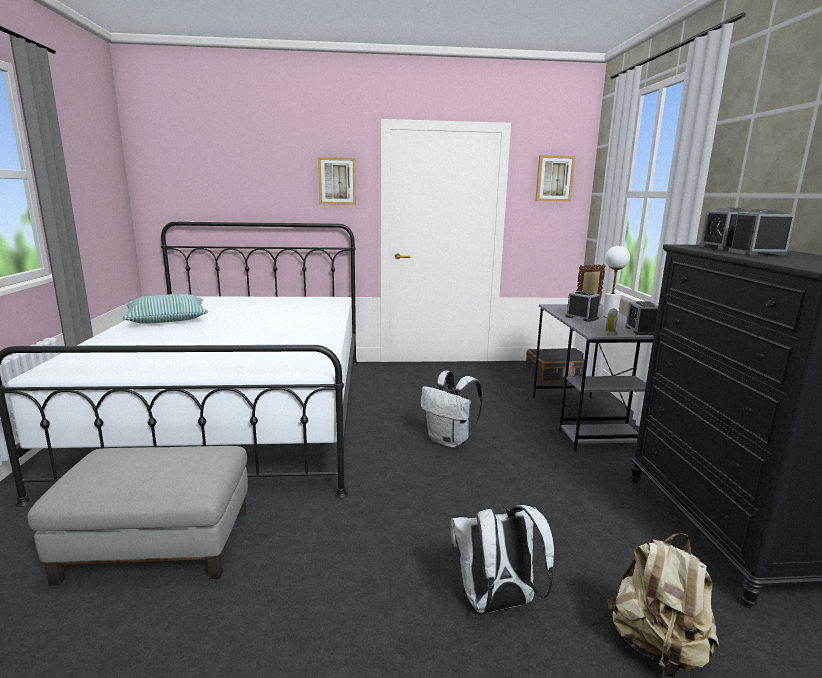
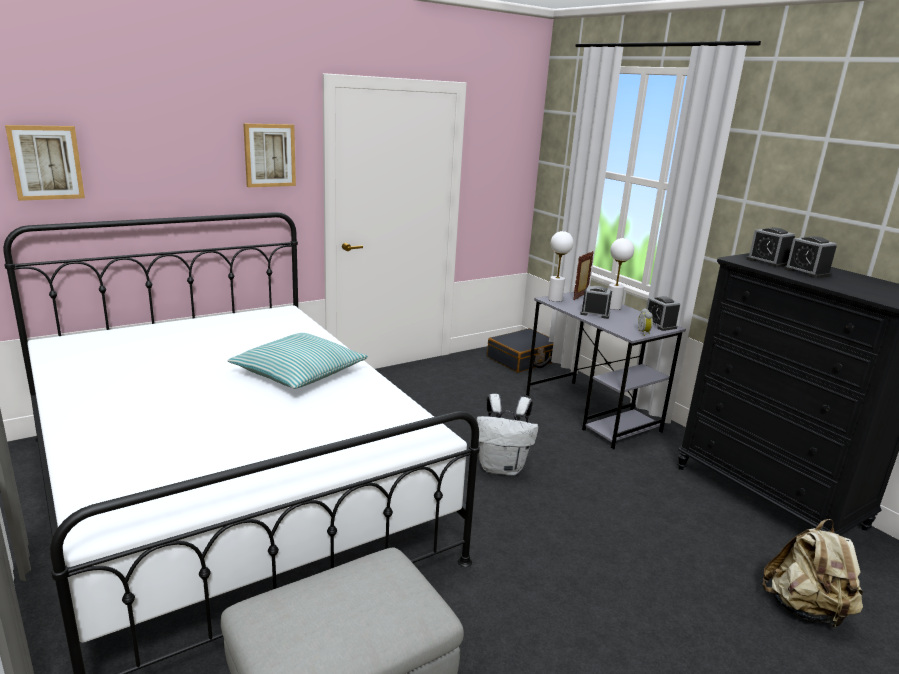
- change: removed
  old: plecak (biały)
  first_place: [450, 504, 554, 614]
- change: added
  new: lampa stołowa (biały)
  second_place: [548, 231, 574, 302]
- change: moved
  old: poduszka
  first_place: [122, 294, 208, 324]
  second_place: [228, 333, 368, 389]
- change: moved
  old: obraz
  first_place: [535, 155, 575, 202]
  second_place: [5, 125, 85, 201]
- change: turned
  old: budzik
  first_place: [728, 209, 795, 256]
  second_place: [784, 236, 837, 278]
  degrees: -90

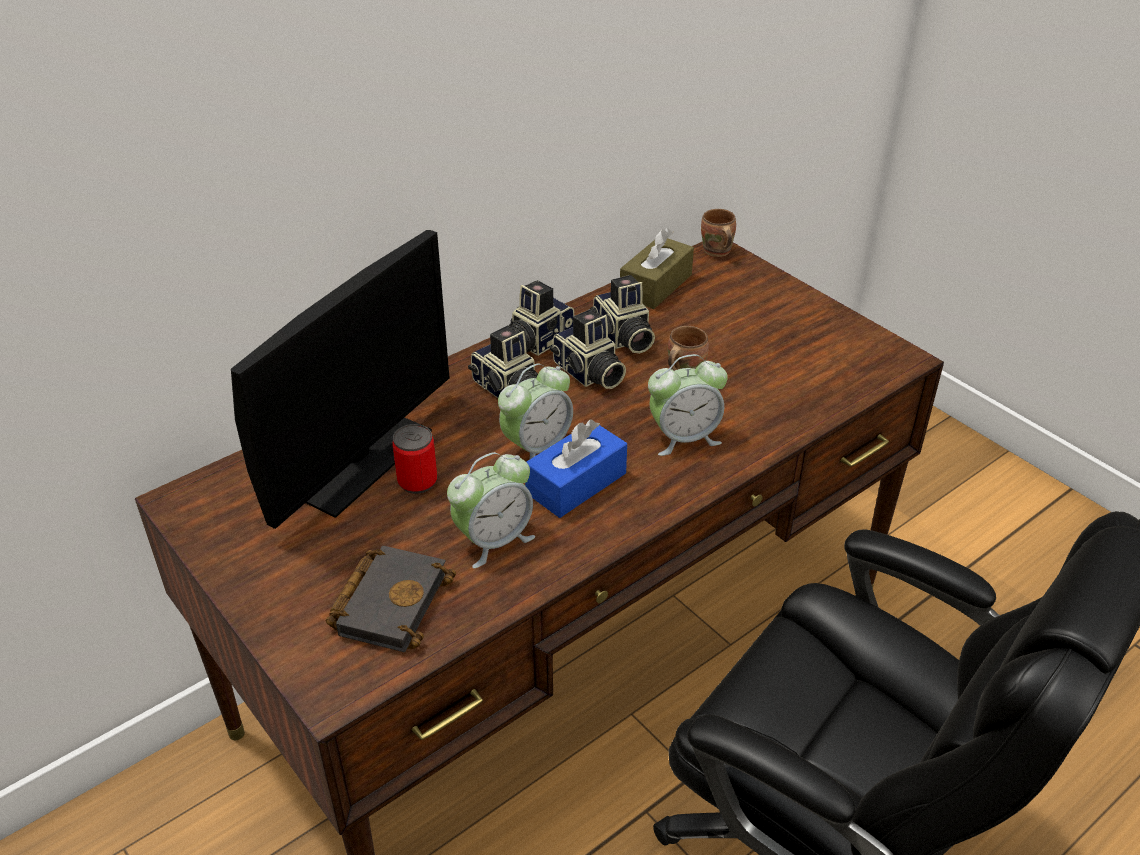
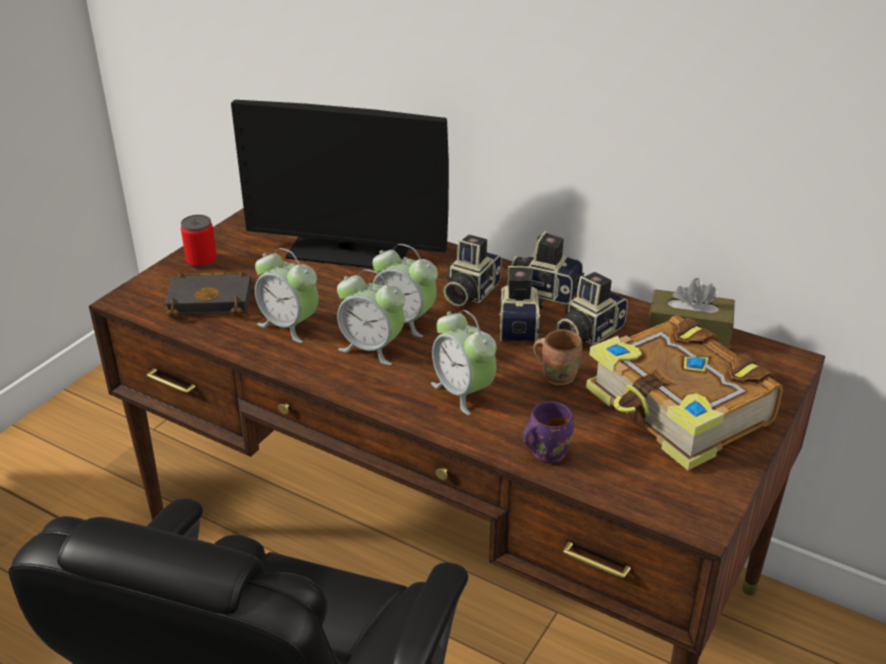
- change: removed
  old: kubek (brązowy)
  first_place: [701, 209, 736, 257]
- change: added
  new: kubek (fioletowy)
  second_place: [523, 401, 574, 463]
- change: added
  new: książka
  second_place: [586, 315, 783, 470]
- change: moved
  old: puszka
  first_place: [392, 424, 437, 494]
  second_place: [181, 215, 217, 269]
- change: replaced
  old: pudełko chusteczek (niebieski)
  new: budzik
  first_place: [525, 419, 627, 518]
  second_place: [337, 269, 405, 365]
- change: turned
  old: aparat fotograficzny
  first_place: [550, 309, 626, 389]
  second_place: [499, 265, 543, 342]
  degrees: 150

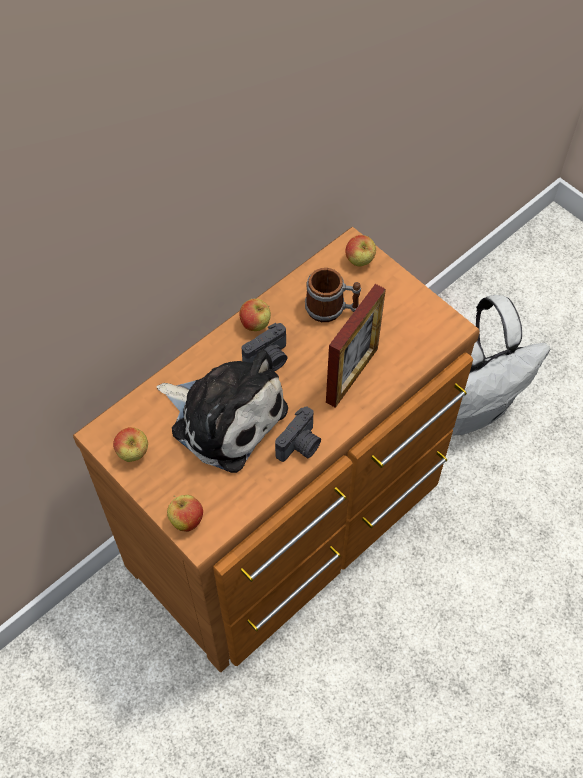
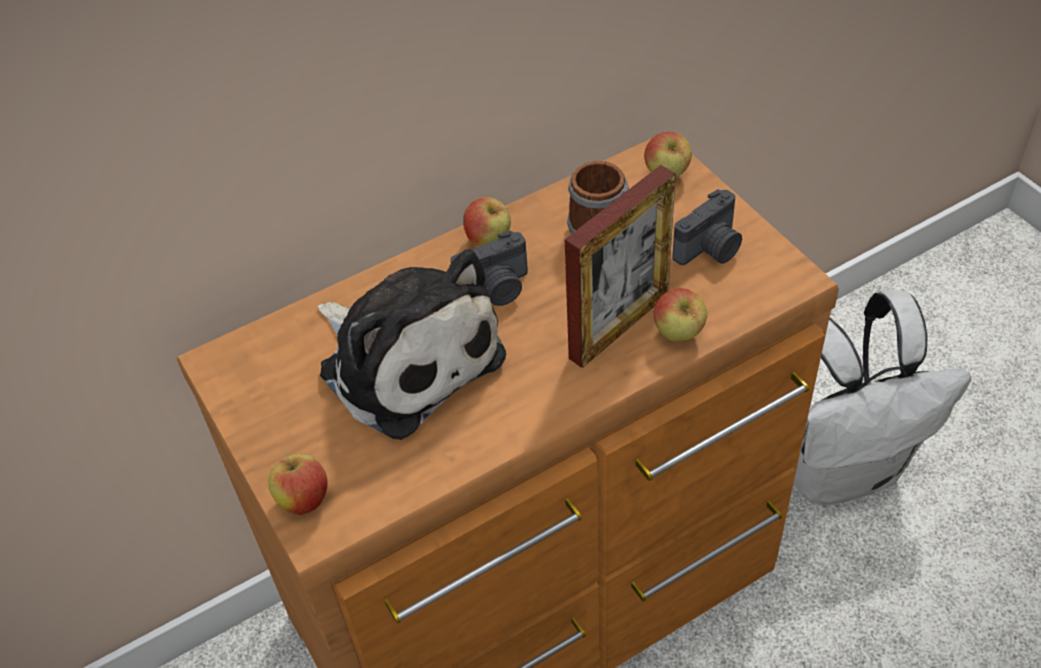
- change: moved
  old: jabłko
  first_place: [113, 427, 148, 462]
  second_place: [653, 288, 707, 341]
- change: moved
  old: aparat fotograficzny
  first_place: [275, 406, 321, 462]
  second_place: [672, 189, 742, 265]

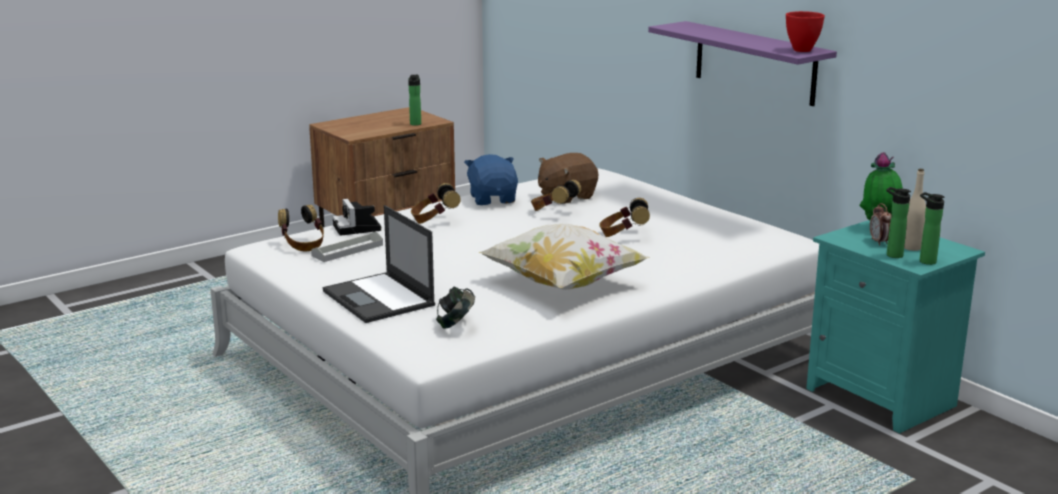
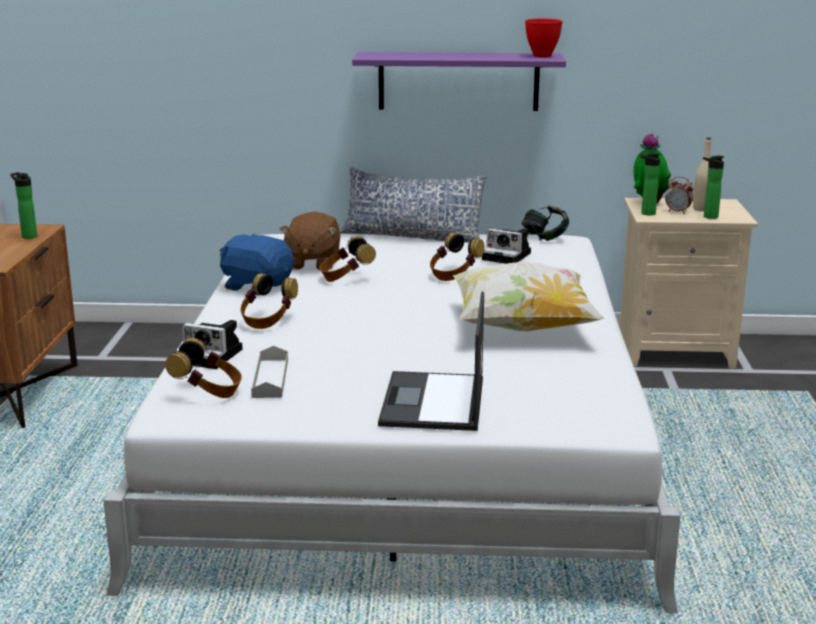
- change: added
  new: poduszka
  second_place: [340, 167, 487, 242]
- change: added
  new: aparat fotograficzny
  second_place: [482, 228, 531, 264]
- change: moved
  old: słuchawki
  first_place: [436, 287, 475, 329]
  second_place: [521, 206, 569, 241]
- change: moved
  old: butelka
  first_place: [920, 192, 945, 265]
  second_place: [640, 153, 661, 216]
- change: recoloured
  old: szafka nocna (turkusowy)
  new: szafka nocna (beżowy)
  first_place: [806, 220, 985, 433]
  second_place: [620, 198, 758, 368]
- change: turned
  old: laptop
  first_place: [323, 205, 435, 323]
  second_place: [378, 292, 484, 431]
  degrees: 90

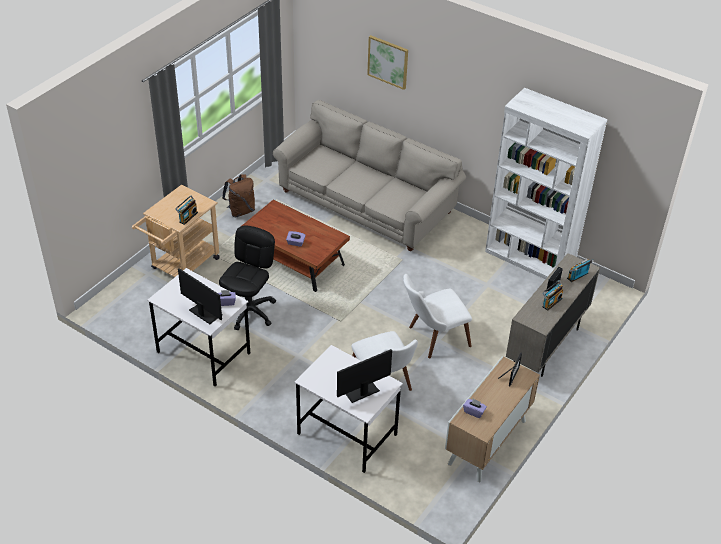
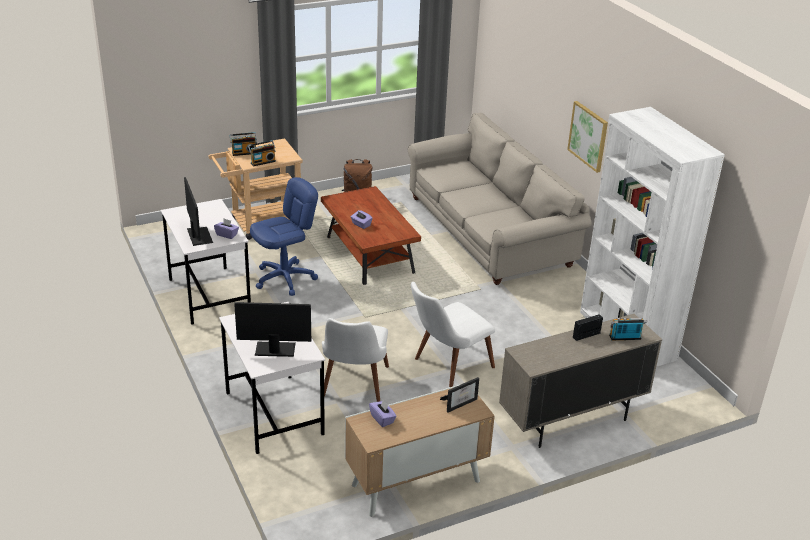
- change: moved
  old: obraz
  first_place: [367, 35, 408, 90]
  second_place: [567, 101, 608, 173]
- change: moved
  old: radio
  first_place: [542, 280, 563, 310]
  second_place: [230, 132, 257, 156]
- change: recoloured
  old: krzesło biurowe (czarny)
  new: krzesło biurowe (niebieski)
  first_place: [219, 225, 276, 330]
  second_place: [250, 177, 318, 296]
- change: turned
  old: krzesło (biały)
  first_place: [403, 274, 472, 358]
  second_place: [411, 282, 495, 387]
  degrees: -45

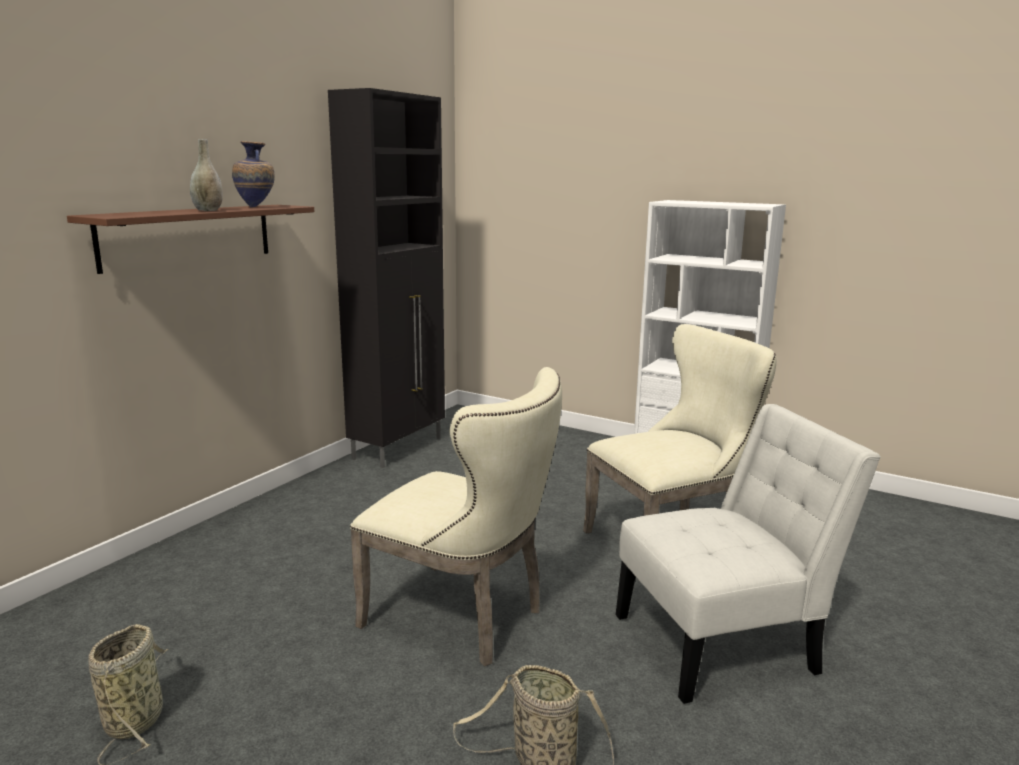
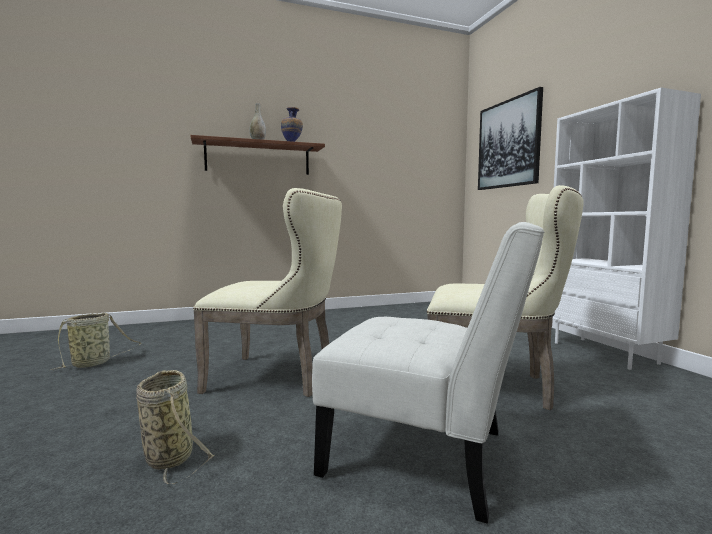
- change: removed
  old: szafka (czarny)
  first_place: [328, 88, 445, 468]
- change: added
  new: obraz
  second_place: [478, 87, 543, 190]
- change: turned
  old: krzesło (beżowy)
  first_place: [350, 367, 562, 666]
  second_place: [193, 188, 342, 397]
  degrees: -60

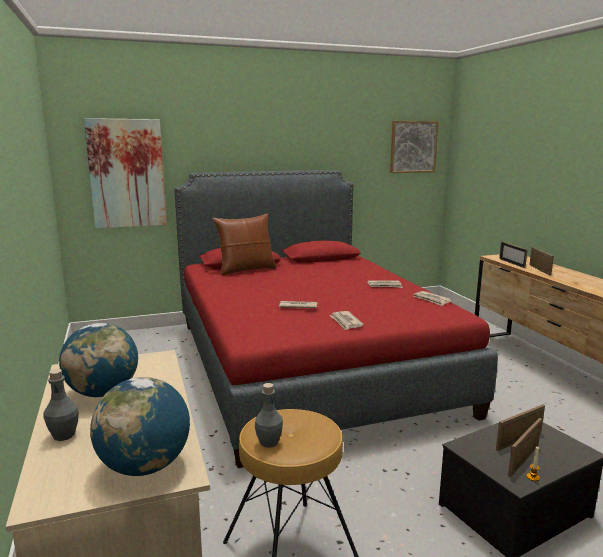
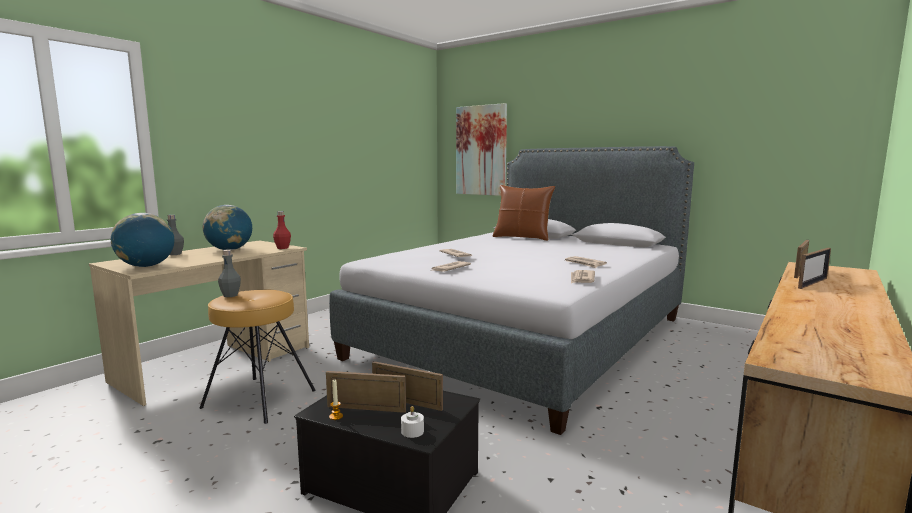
- change: removed
  old: obraz
  first_place: [390, 121, 439, 173]
- change: added
  new: butelka (czerwony)
  second_place: [273, 211, 291, 249]
- change: added
  new: świeca (biały)
  second_place: [401, 406, 424, 438]
- change: recoloured
  old: łóżko (czerwony)
  new: łóżko (szary)
  first_place: [174, 170, 498, 468]
  second_place: [329, 146, 694, 435]

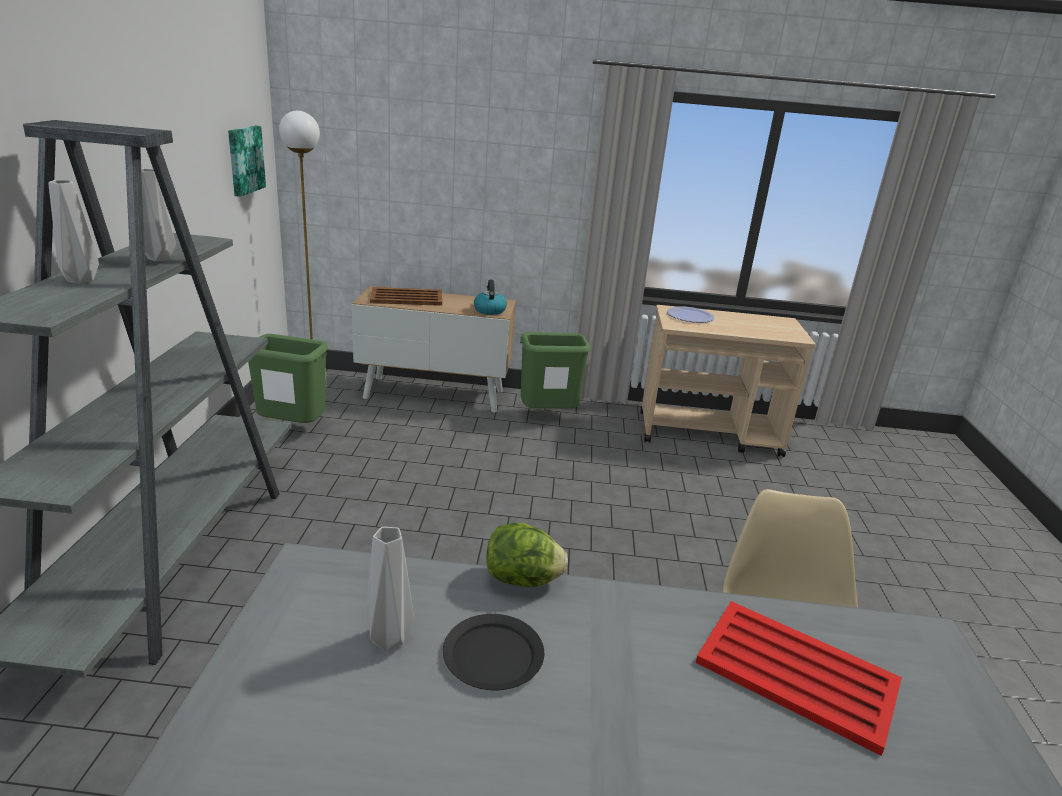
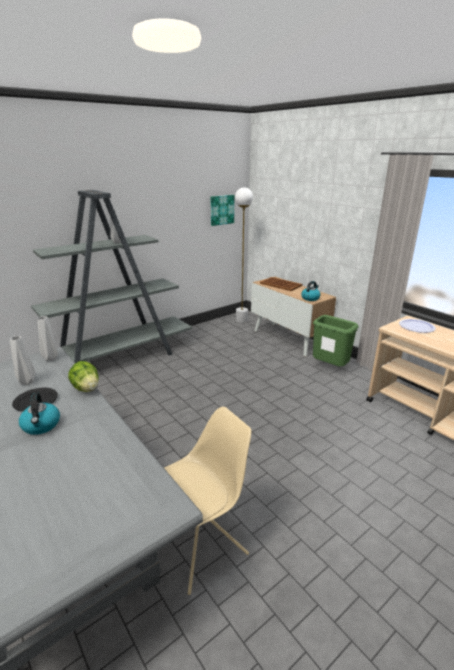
- change: removed
  old: kosz na śmieci (zielony)
  first_place: [248, 334, 328, 423]
- change: removed
  old: taca (czerwony)
  first_place: [696, 601, 902, 756]
- change: added
  new: czajnik
  second_place: [19, 392, 60, 435]
- change: moved
  old: wazon (szary)
  first_place: [49, 180, 99, 284]
  second_place: [38, 316, 58, 361]

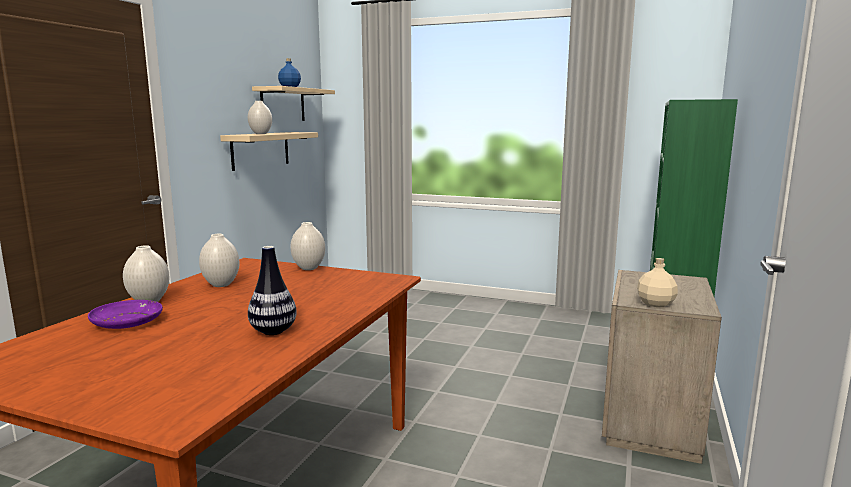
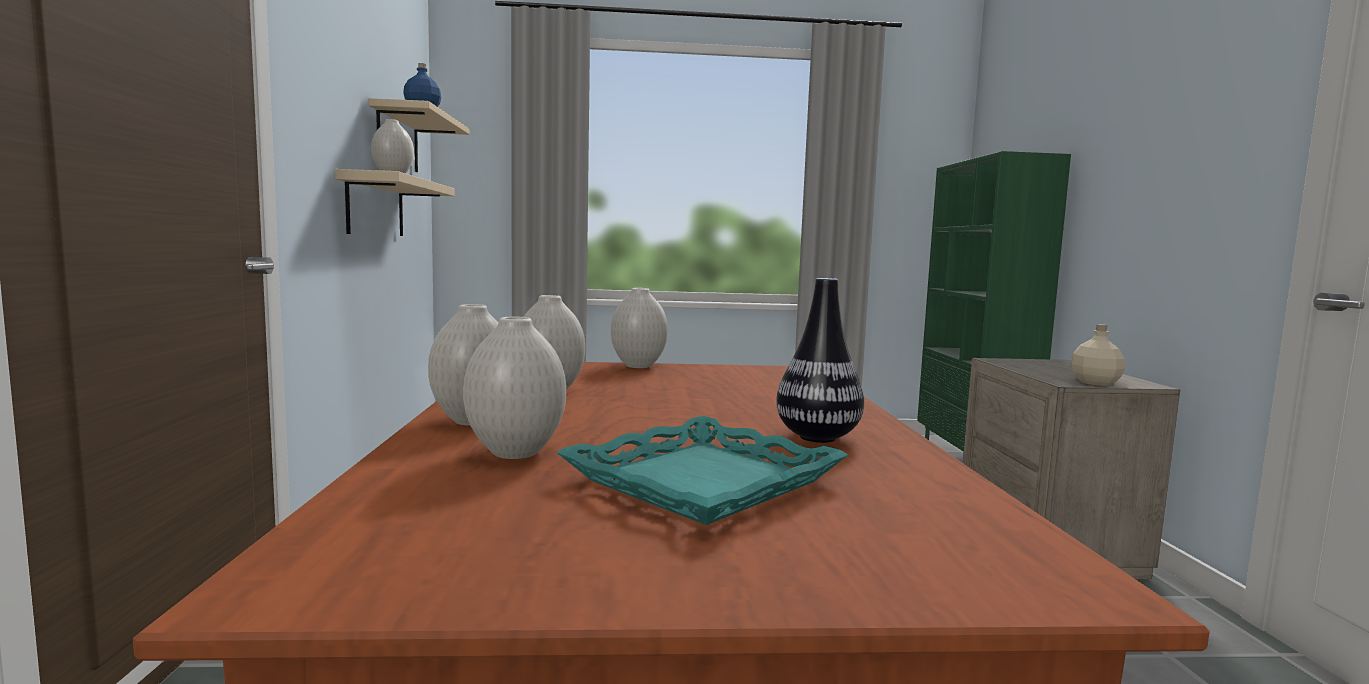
- change: added
  new: taca (turkusowy)
  second_place: [556, 416, 848, 525]
- change: replaced
  old: talerz (fioletowy)
  new: wazon (biały)
  first_place: [88, 300, 163, 329]
  second_place: [463, 317, 566, 459]

